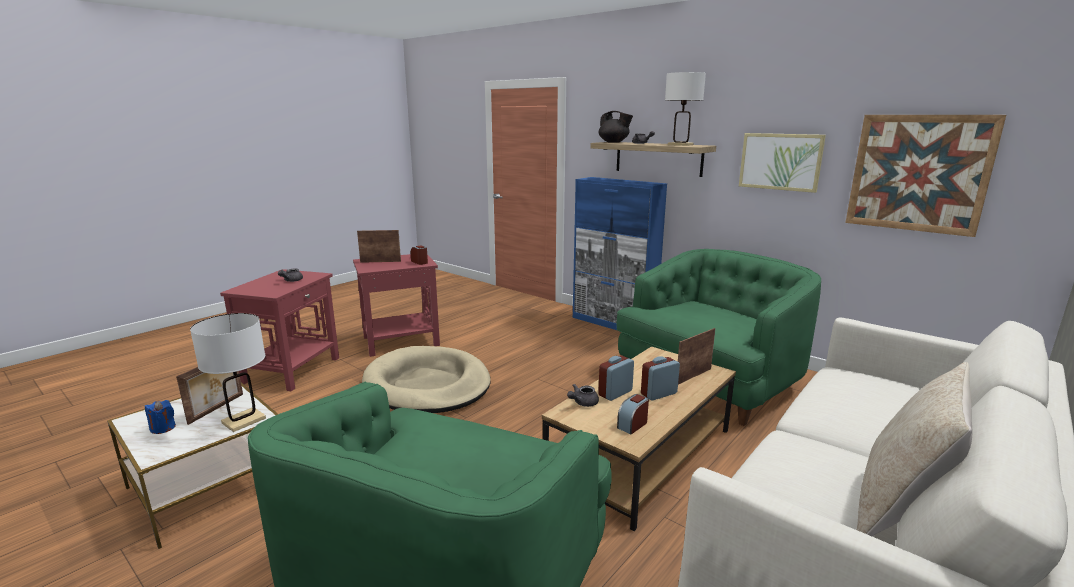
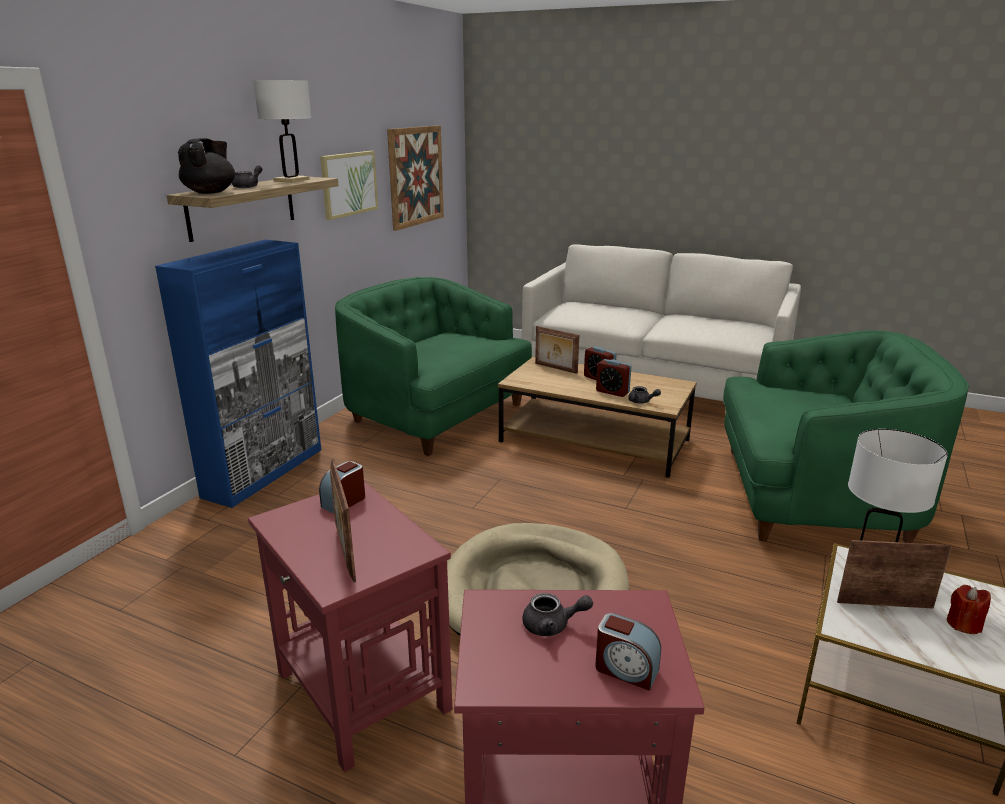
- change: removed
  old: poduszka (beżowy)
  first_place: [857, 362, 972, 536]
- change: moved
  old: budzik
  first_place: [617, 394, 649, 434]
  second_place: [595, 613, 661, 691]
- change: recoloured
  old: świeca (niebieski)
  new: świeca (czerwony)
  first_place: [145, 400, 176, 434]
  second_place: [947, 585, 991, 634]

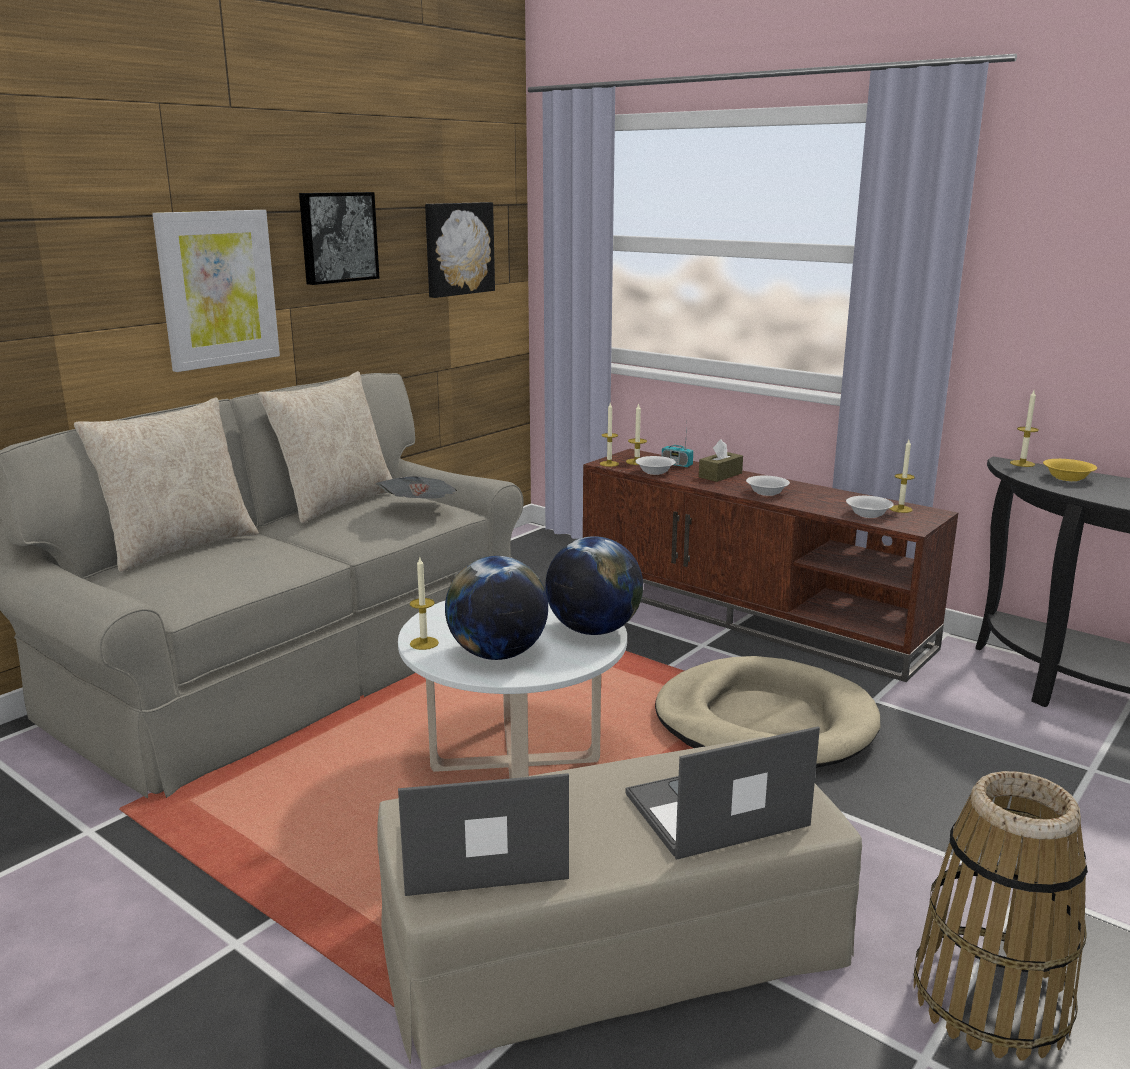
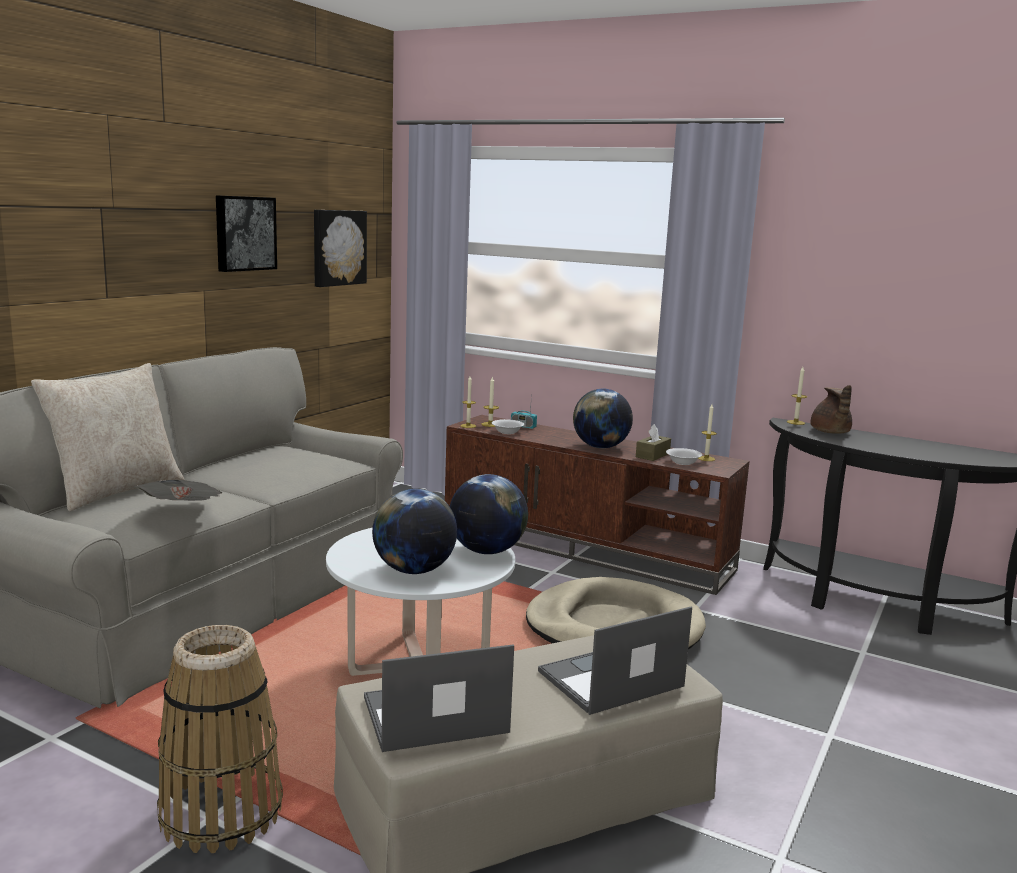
- change: removed
  old: obraz
  first_place: [152, 210, 280, 372]
- change: removed
  old: poduszka (beżowy)
  first_place: [258, 371, 392, 523]
- change: removed
  old: świeca
  first_place: [410, 558, 439, 650]
- change: moved
  old: gazeta
  first_place: [375, 476, 457, 499]
  second_place: [133, 480, 222, 501]
- change: moved
  old: pudełko chusteczek (brązowy)
  first_place: [699, 439, 743, 482]
  second_place: [636, 424, 671, 461]
- change: moved
  old: koszyk
  first_place: [914, 771, 1088, 1061]
  second_place: [157, 625, 283, 853]
- change: replaced
  old: miska (biały)
  new: globus
  first_place: [746, 476, 790, 496]
  second_place: [573, 389, 633, 448]
- change: replaced
  old: miska (żółty)
  new: imbryk (brązowy)
  first_place: [1043, 459, 1097, 481]
  second_place: [810, 385, 852, 434]

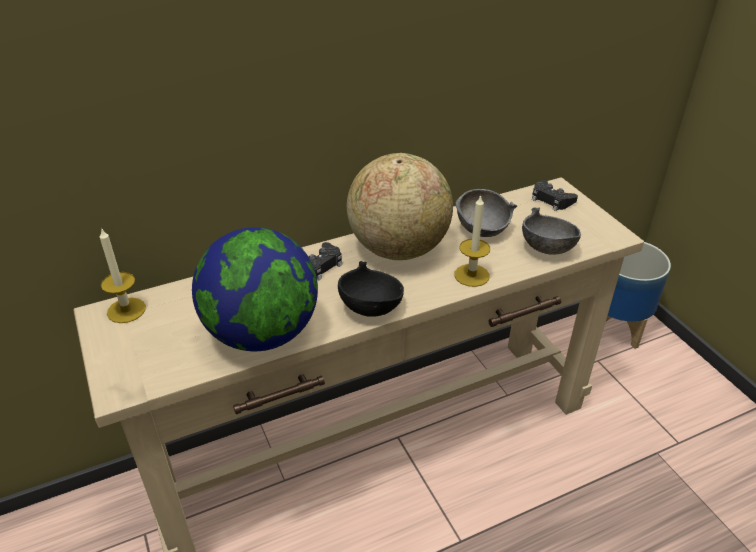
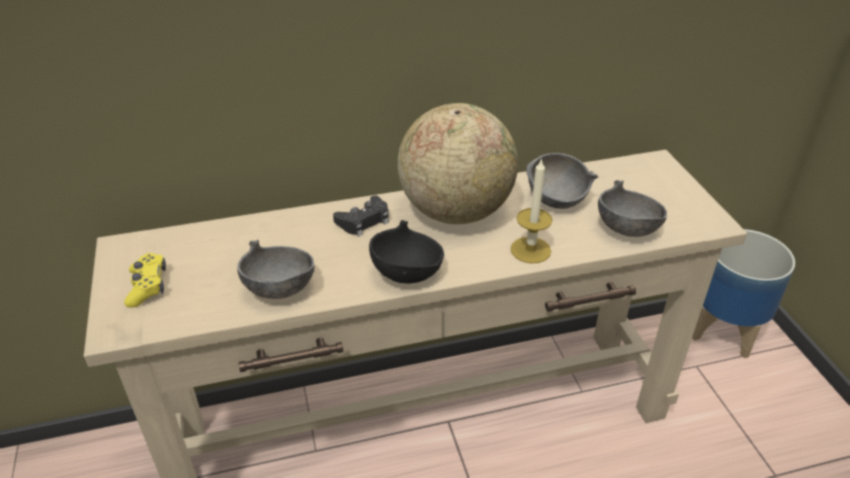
- change: removed
  old: świeca
  first_place: [100, 227, 146, 323]
- change: removed
  old: pad do gier (czarny)
  first_place: [532, 180, 578, 211]
- change: added
  new: pad do gier (żółty)
  second_place: [124, 253, 166, 308]
- change: replaced
  old: globus
  new: miska (szary)
  first_place: [192, 227, 318, 351]
  second_place: [237, 240, 314, 299]

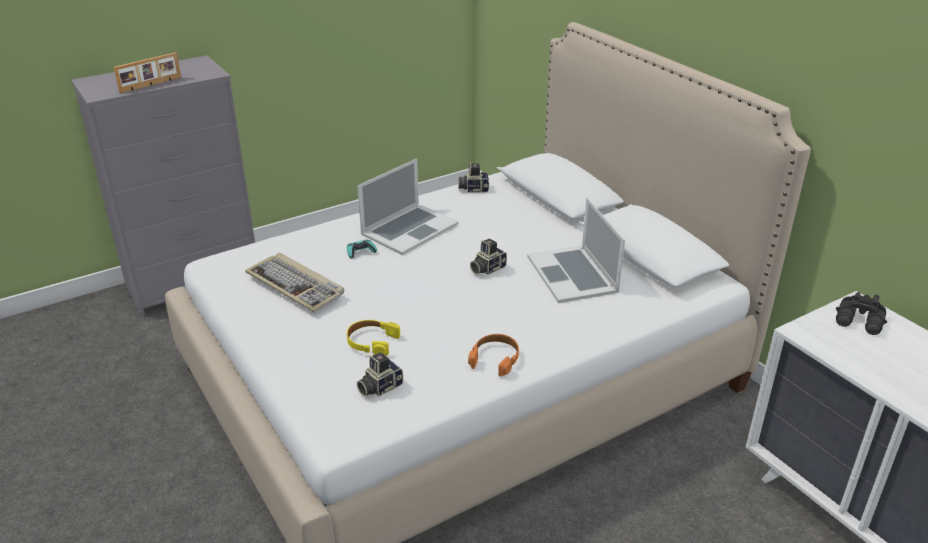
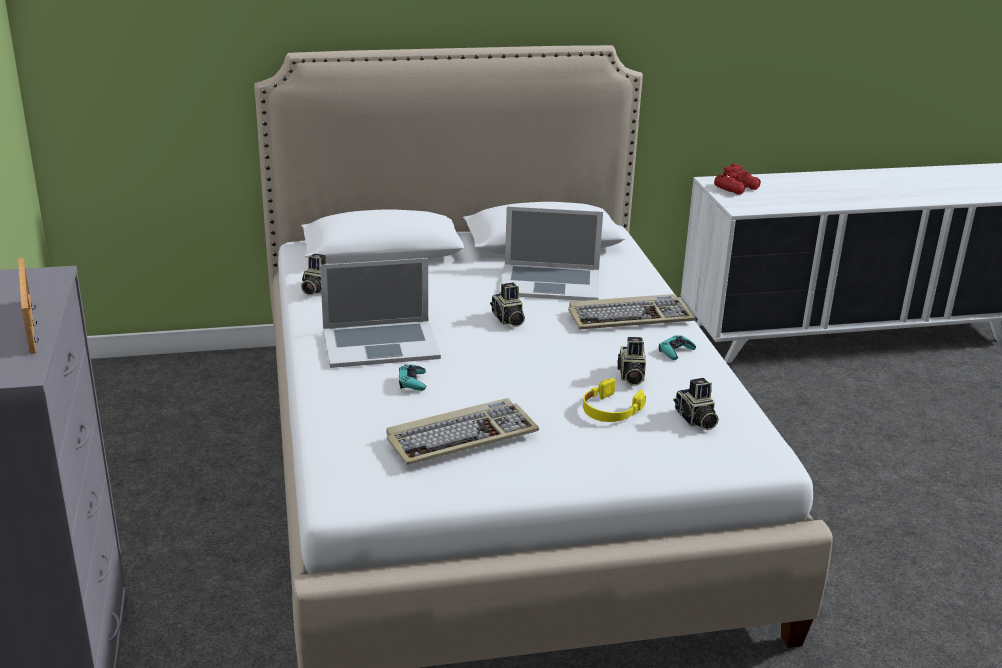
- change: added
  new: klawiatura
  second_place: [568, 294, 695, 330]
- change: added
  new: aparat fotograficzny
  second_place: [617, 337, 646, 386]
- change: replaced
  old: słuchawki (pomarańczowy)
  new: pad do gier (turkusowy)
  first_place: [468, 334, 519, 377]
  second_place: [659, 335, 696, 360]
- change: recoloured
  old: lornetka (czarny)
  new: lornetka (czerwony)
  first_place: [836, 292, 887, 335]
  second_place: [714, 163, 761, 195]
- change: turned
  old: laptop
  first_place: [357, 158, 459, 255]
  second_place: [320, 258, 441, 368]
  degrees: 105

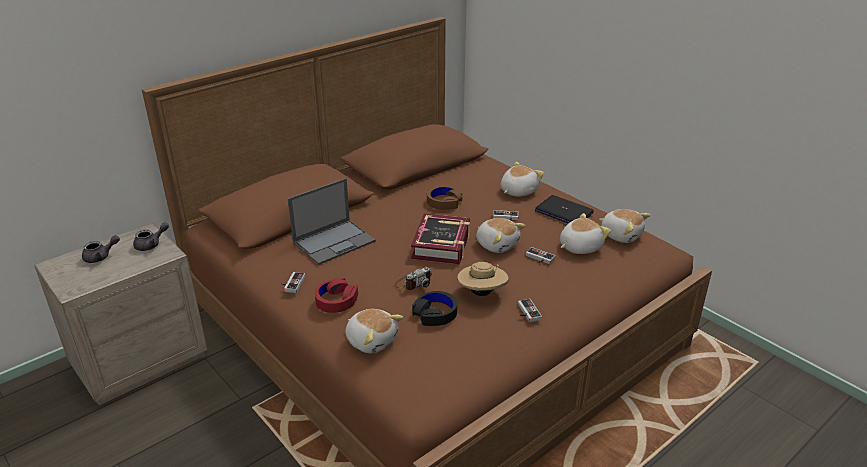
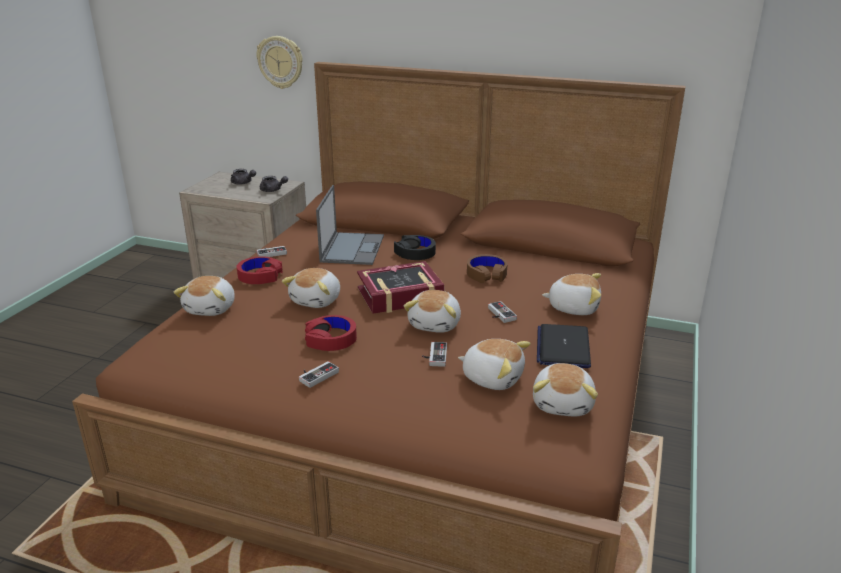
- change: added
  new: zegar ścienny
  second_place: [256, 36, 303, 89]
- change: moved
  old: słuchawki (czarny)
  first_place: [412, 291, 457, 326]
  second_place: [394, 235, 436, 260]
- change: replaced
  old: aparat fotograficzny
  new: pluszak
  first_place: [395, 267, 432, 290]
  second_place: [282, 268, 340, 308]
- change: replaced
  old: kapelusz (beżowy)
  new: słuchawki (czerwony)
  first_place: [457, 262, 509, 296]
  second_place: [305, 315, 357, 351]
- change: turned
  old: laptop
  first_place: [288, 178, 376, 265]
  second_place: [316, 185, 384, 265]
  degrees: -105

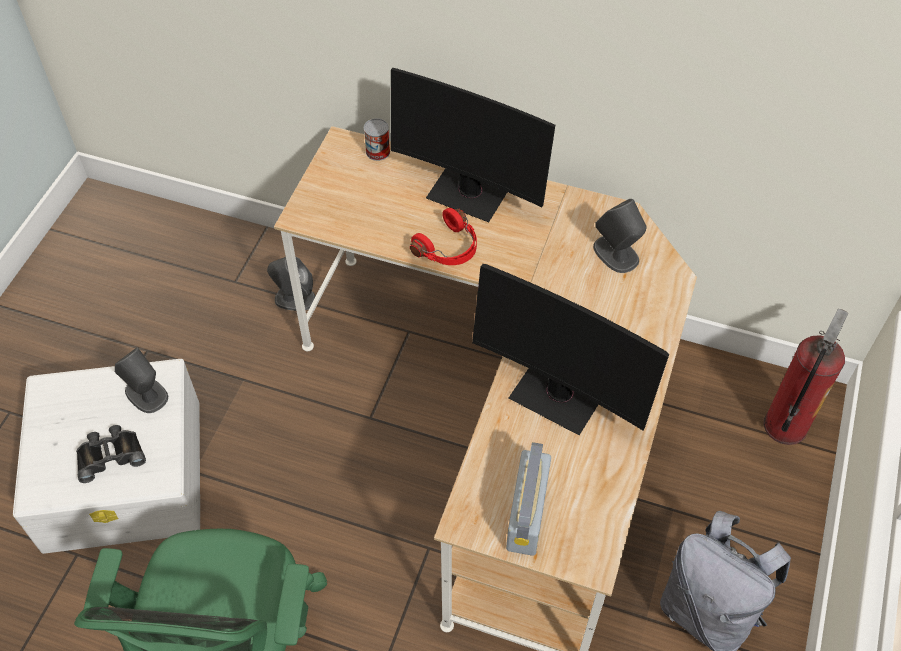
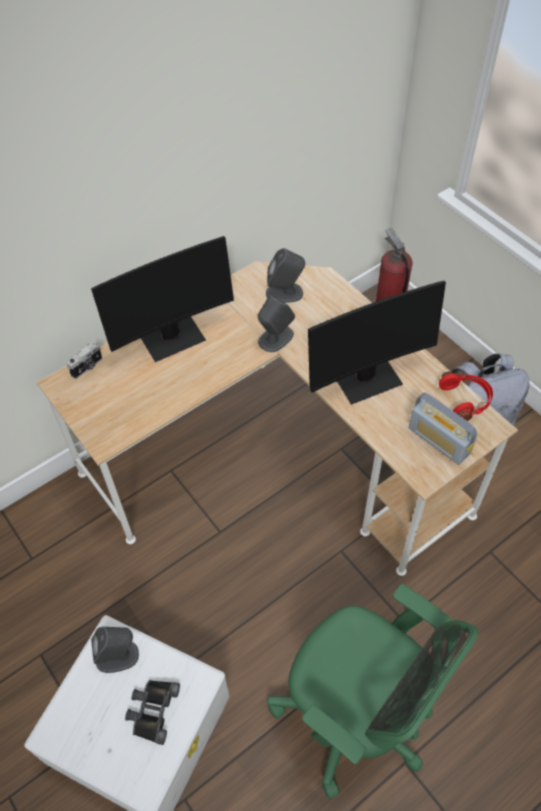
- change: moved
  old: głośnik (szary)
  first_place: [267, 256, 316, 311]
  second_place: [258, 295, 295, 352]
- change: moved
  old: słuchawki (czerwony)
  first_place: [410, 208, 477, 265]
  second_place: [439, 371, 493, 421]
- change: replaced
  old: puszka
  new: aparat fotograficzny
  first_place: [364, 118, 390, 161]
  second_place: [66, 342, 102, 379]

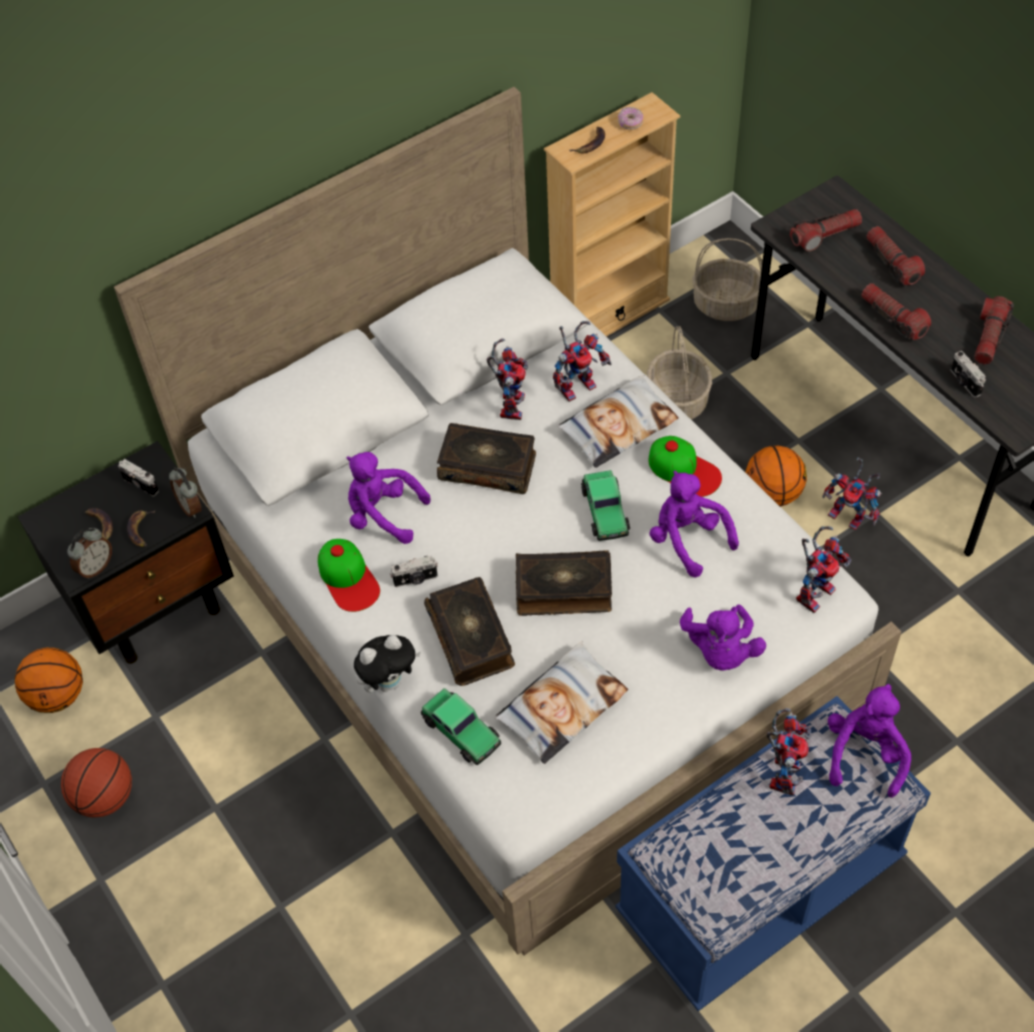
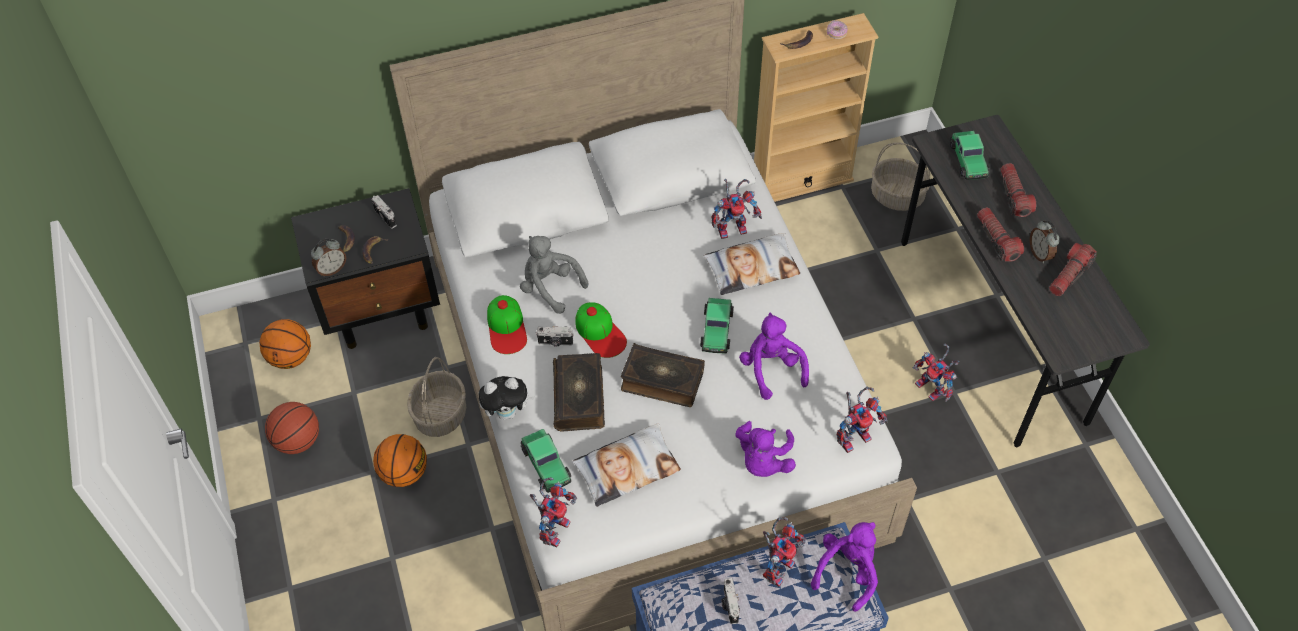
- change: removed
  old: książka
  first_place: [437, 423, 536, 494]
- change: moved
  old: budzik
  first_place: [169, 468, 201, 518]
  second_place: [1030, 220, 1060, 263]
- change: moved
  old: robot zabawkowy
  first_place: [486, 339, 528, 420]
  second_place: [530, 477, 577, 548]
- change: moved
  old: koszyk
  first_place: [647, 326, 712, 419]
  second_place: [407, 357, 466, 437]
- change: moved
  old: czapka z daszkiem
  first_place: [648, 436, 722, 497]
  second_place: [575, 302, 627, 358]
- change: moved
  old: piłka do koszykówki
  first_place: [745, 446, 807, 507]
  second_place: [373, 434, 427, 487]
- change: moved
  old: aparat fotograficzny
  first_place: [951, 351, 986, 398]
  second_place: [722, 578, 740, 624]
- change: replaced
  old: latarka
  new: samochodzik
  first_place: [790, 209, 862, 252]
  second_place: [950, 131, 990, 180]
- change: recoloured
  old: pluszak (fioletowy)
  new: pluszak (szary)
  first_place: [346, 452, 431, 544]
  second_place: [520, 236, 588, 314]

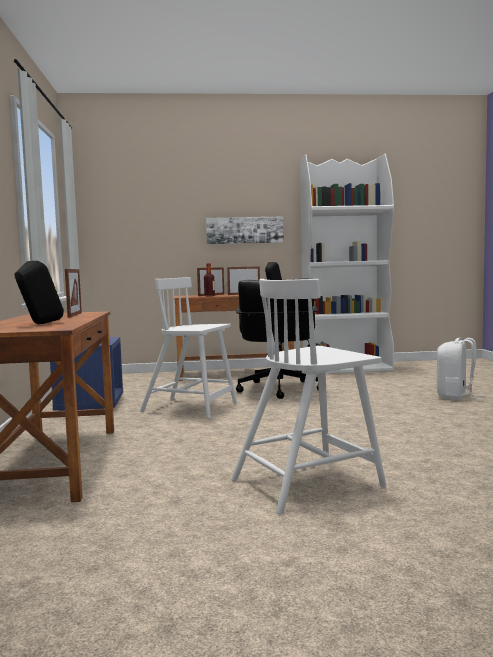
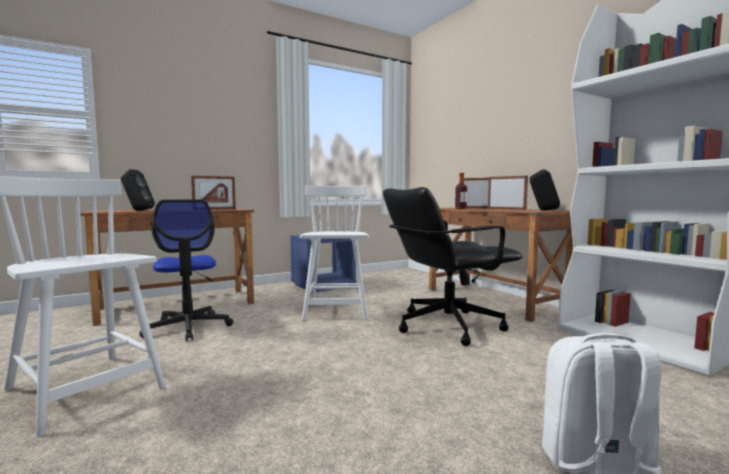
- change: removed
  old: obraz
  first_place: [206, 217, 284, 244]
- change: added
  new: krzesło biurowe
  second_place: [139, 200, 234, 341]

